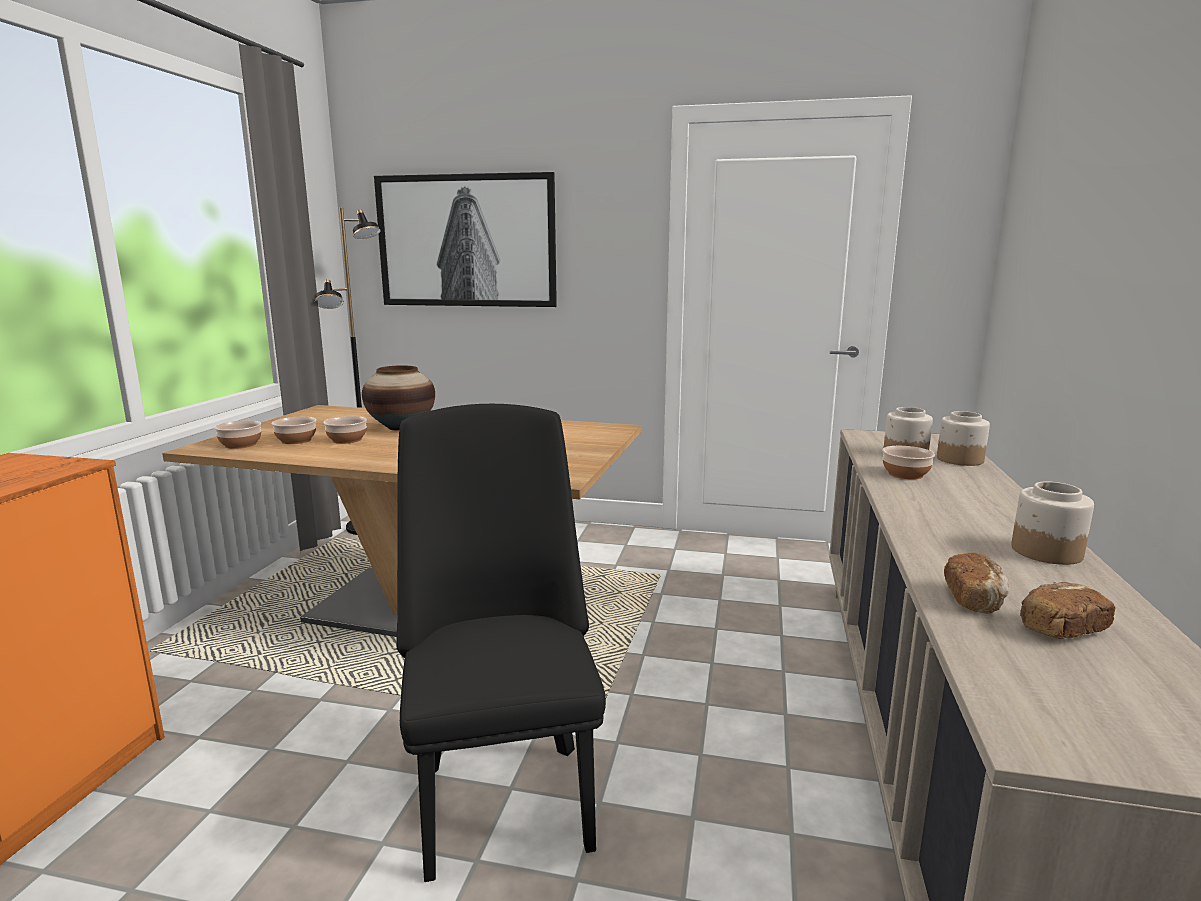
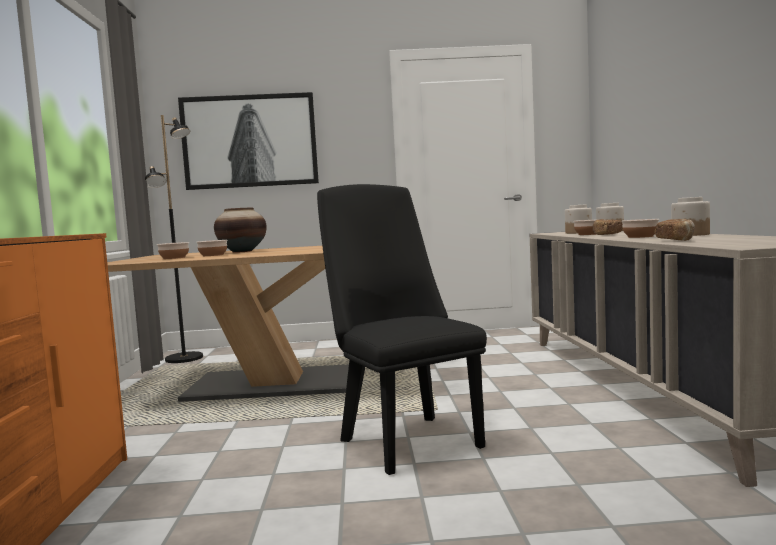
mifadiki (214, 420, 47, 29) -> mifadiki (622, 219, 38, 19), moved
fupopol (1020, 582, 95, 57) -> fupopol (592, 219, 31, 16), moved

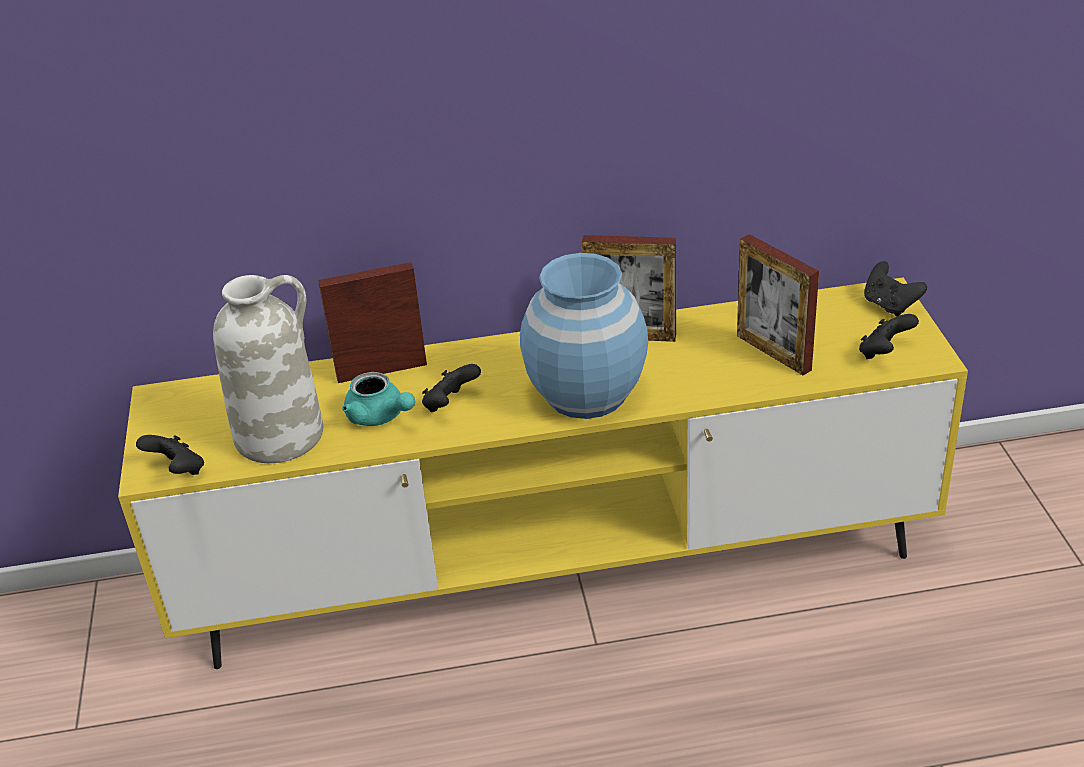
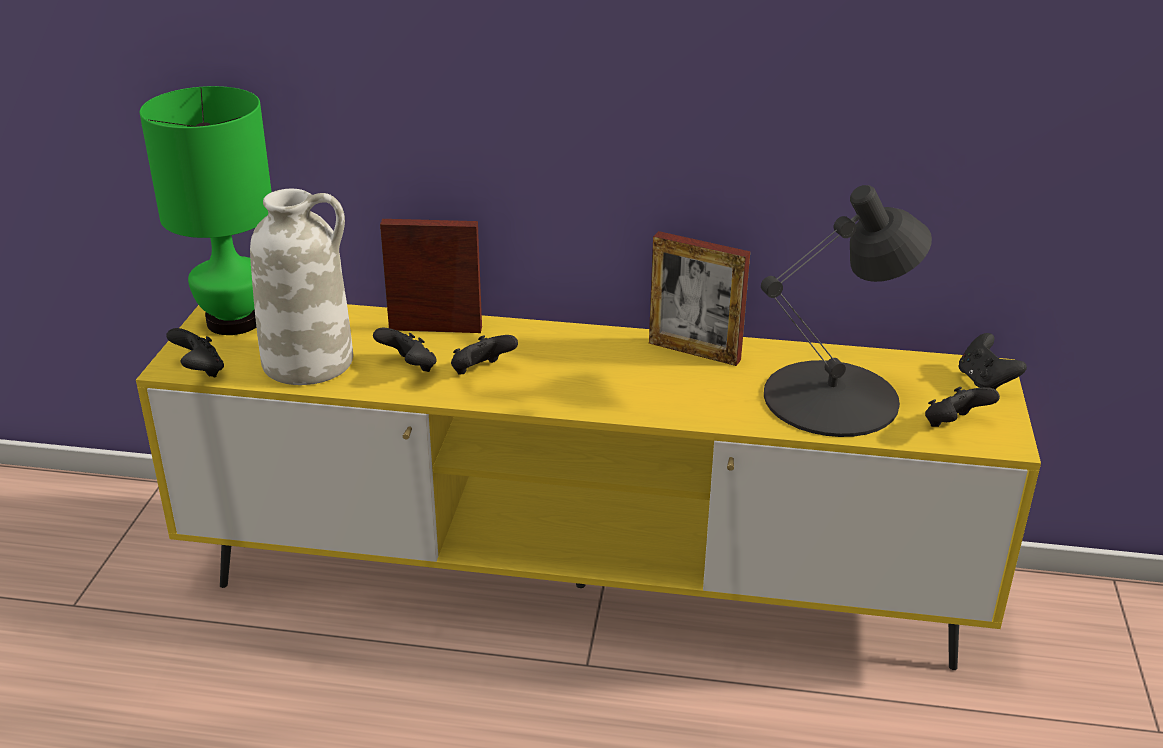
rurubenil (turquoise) (342, 372, 73, 54) -> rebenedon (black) (373, 328, 63, 44)
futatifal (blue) (520, 253, 128, 166) -> none
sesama (737, 234, 82, 141) -> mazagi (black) (761, 185, 171, 252)
none -> mazagi (green) (139, 86, 133, 249)

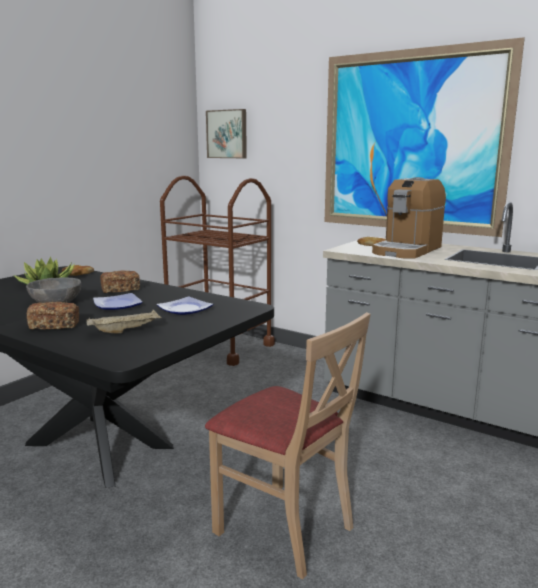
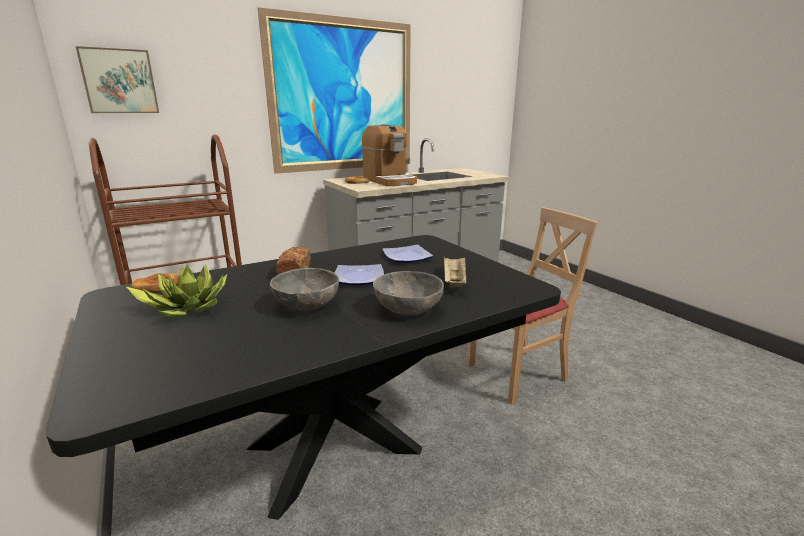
fupopol (27, 302, 52, 28) -> mifadiki (grey) (373, 271, 71, 44)

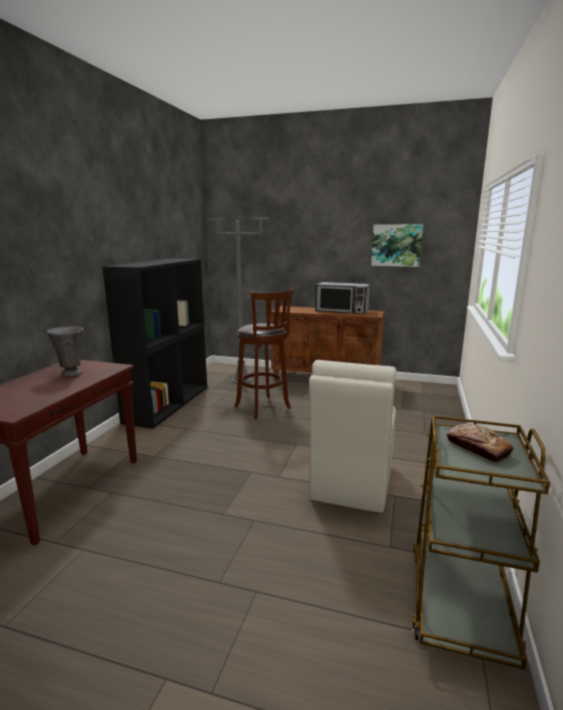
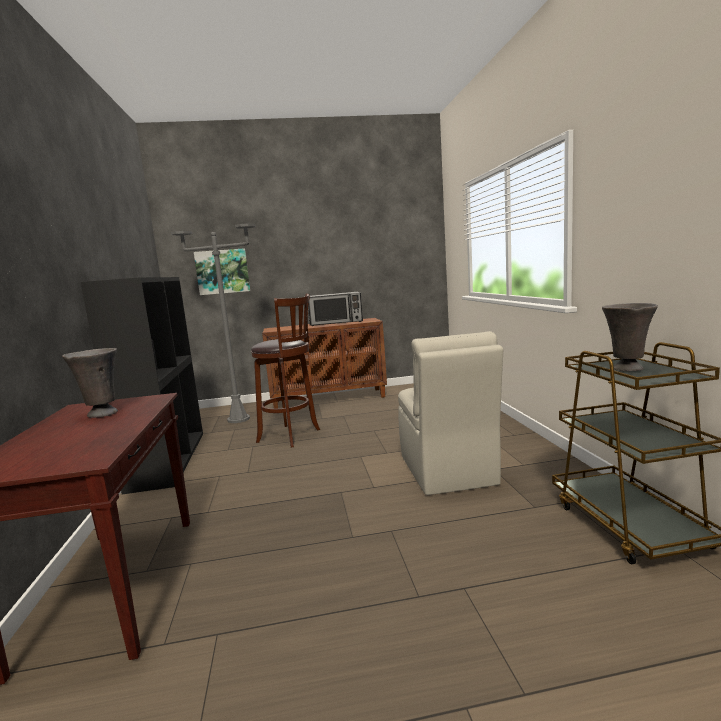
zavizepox (371, 224, 52, 43) -> zavizepox (194, 248, 56, 47), moved
fupopol (447, 424, 67, 38) -> futatifal (grey) (602, 303, 56, 68)

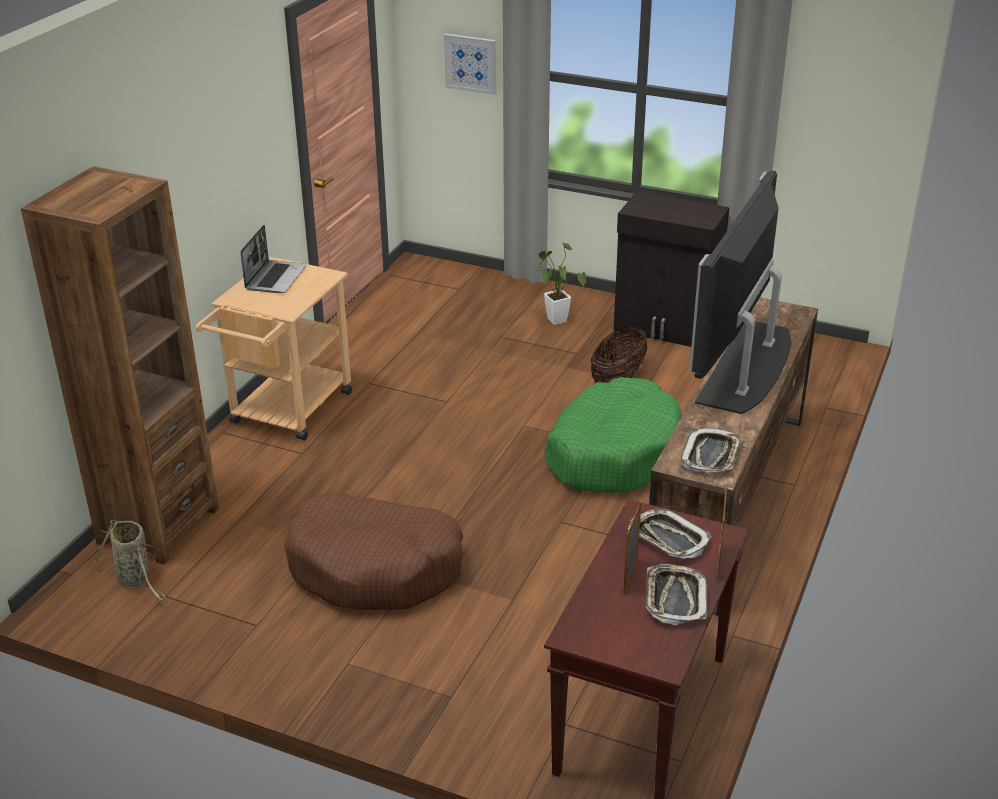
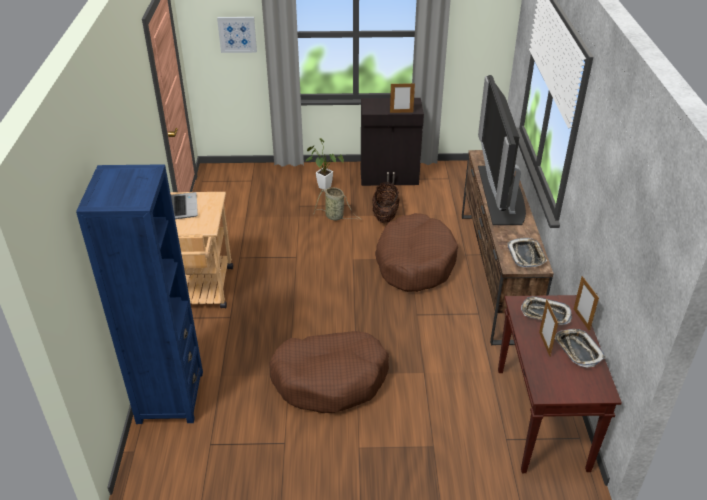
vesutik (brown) (21, 166, 198, 399) -> vesutik (blue) (76, 164, 127, 260)
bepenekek (94, 520, 73, 80) -> bepenekek (314, 188, 48, 32), moved
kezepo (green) (544, 377, 138, 115) -> kezepo (brown) (375, 213, 83, 79)
none -> sesama (390, 82, 25, 31)

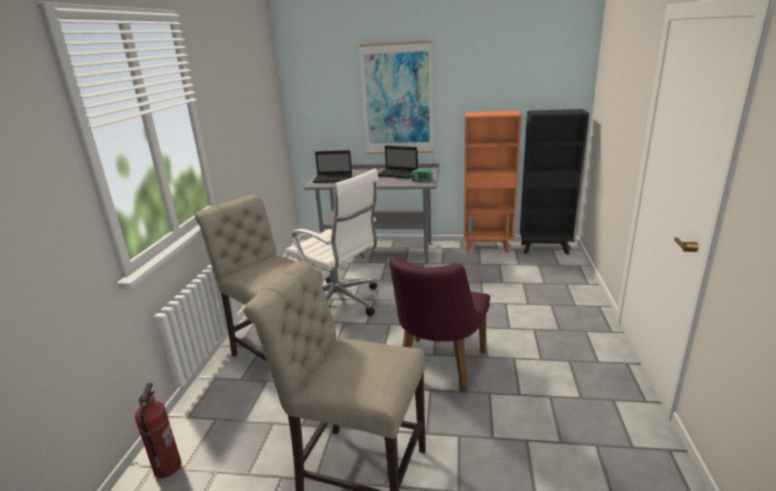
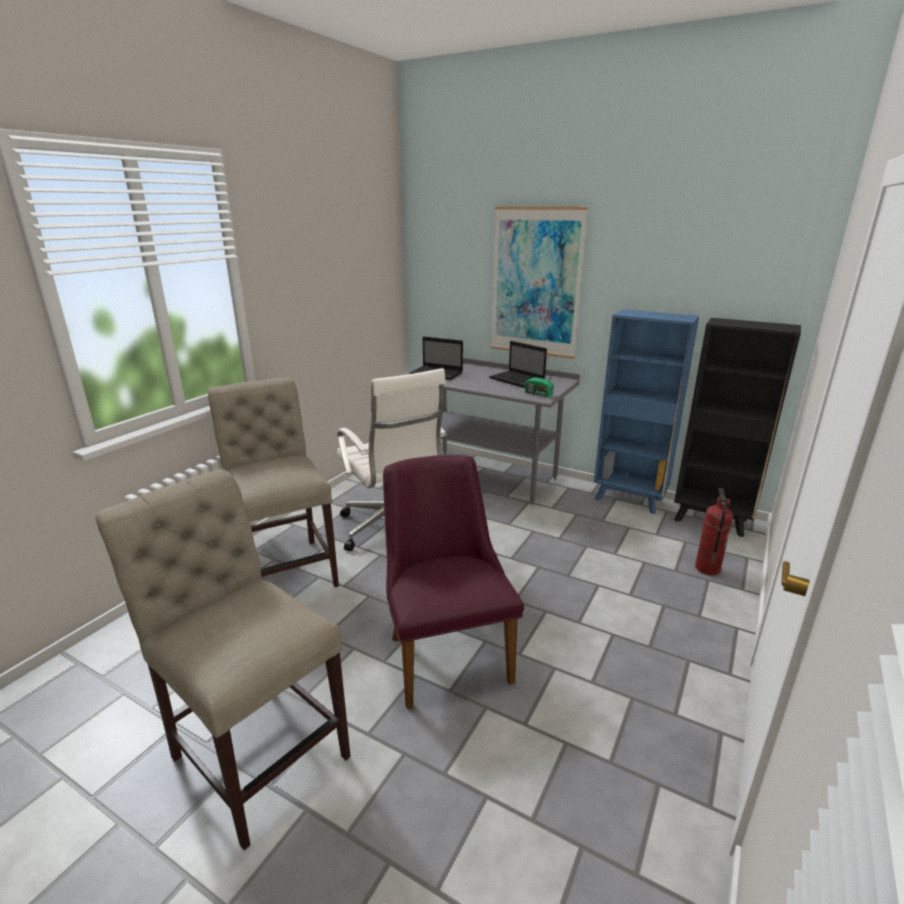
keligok (135, 382, 47, 96) -> keligok (695, 488, 38, 87), moved
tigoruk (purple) (389, 256, 101, 137) -> tigoruk (purple) (383, 455, 141, 254), 120 degrees clockwise
vesutik (orange) (464, 111, 57, 142) -> vesutik (blue) (594, 309, 105, 205)

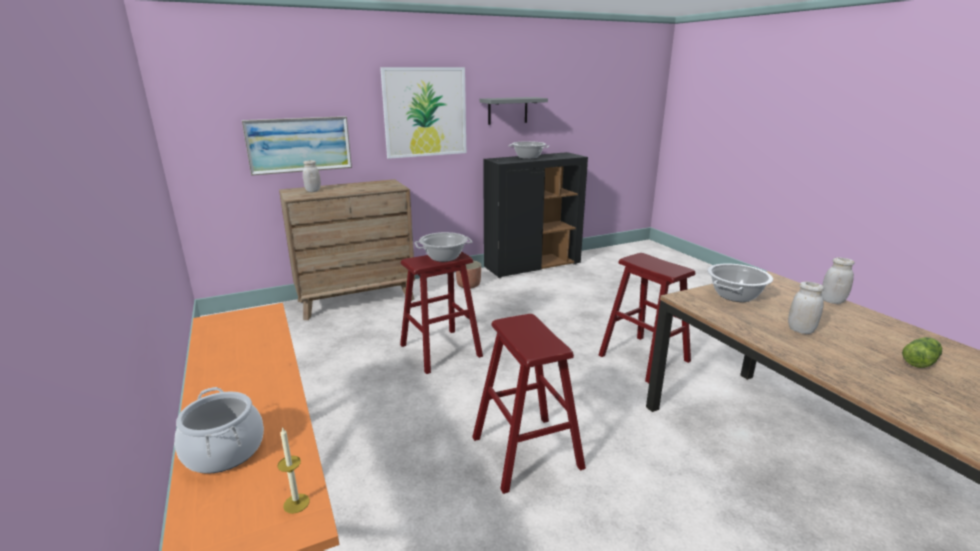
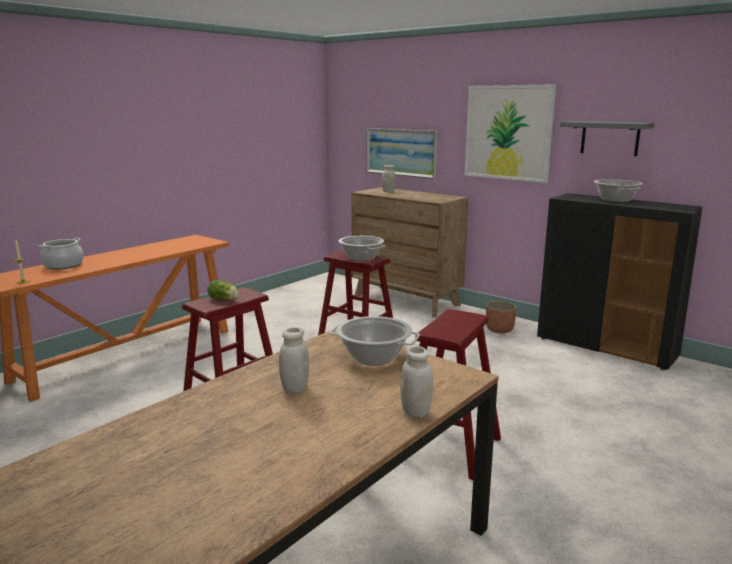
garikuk (902, 337, 40, 31) -> garikuk (207, 280, 32, 20), moved

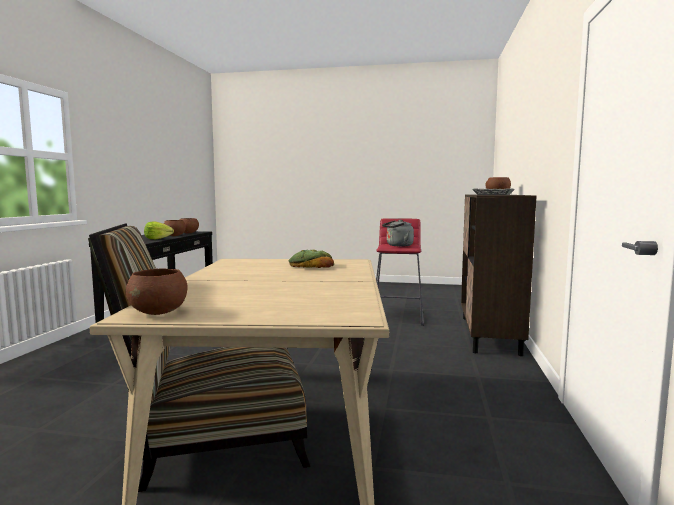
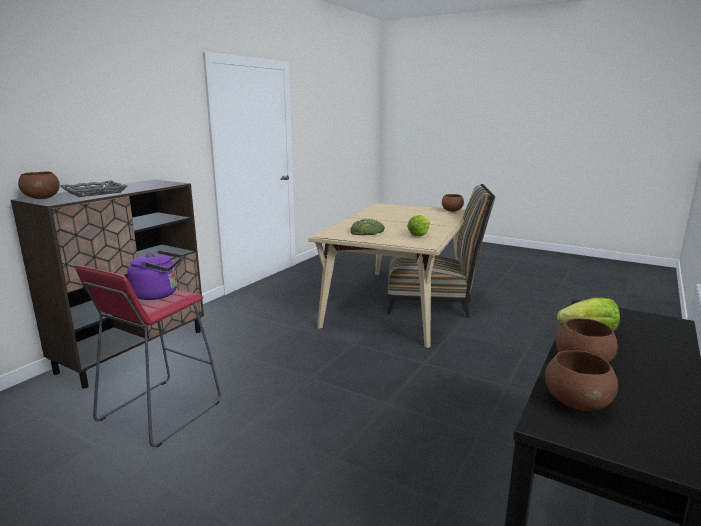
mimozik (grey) (382, 220, 32, 27) -> mimozik (purple) (127, 250, 55, 50)
none -> garikuk (407, 215, 23, 21)

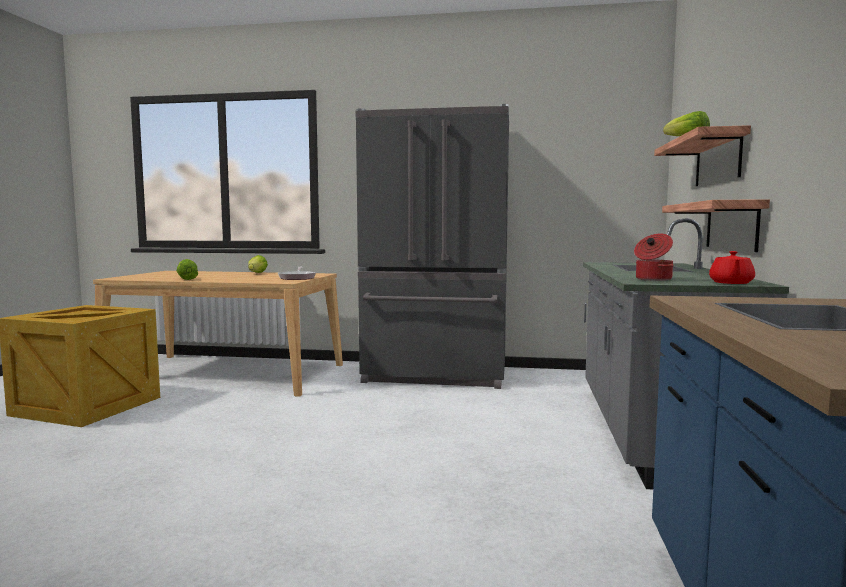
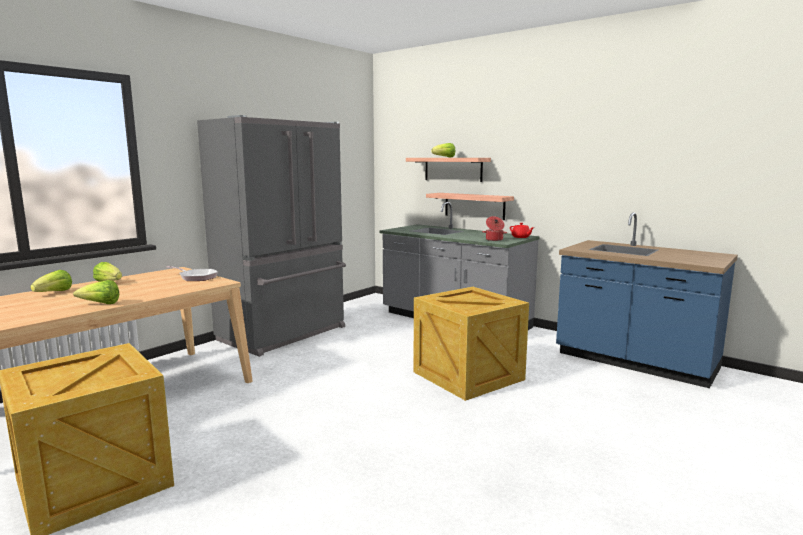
none -> garikuk (30, 270, 42, 22)
none -> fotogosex (413, 287, 116, 114)

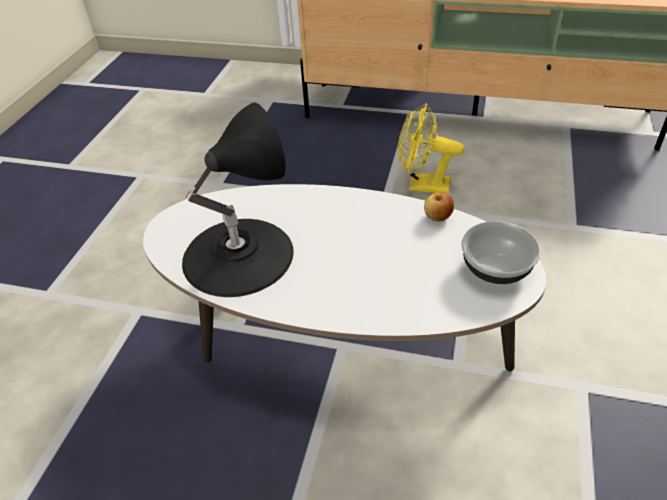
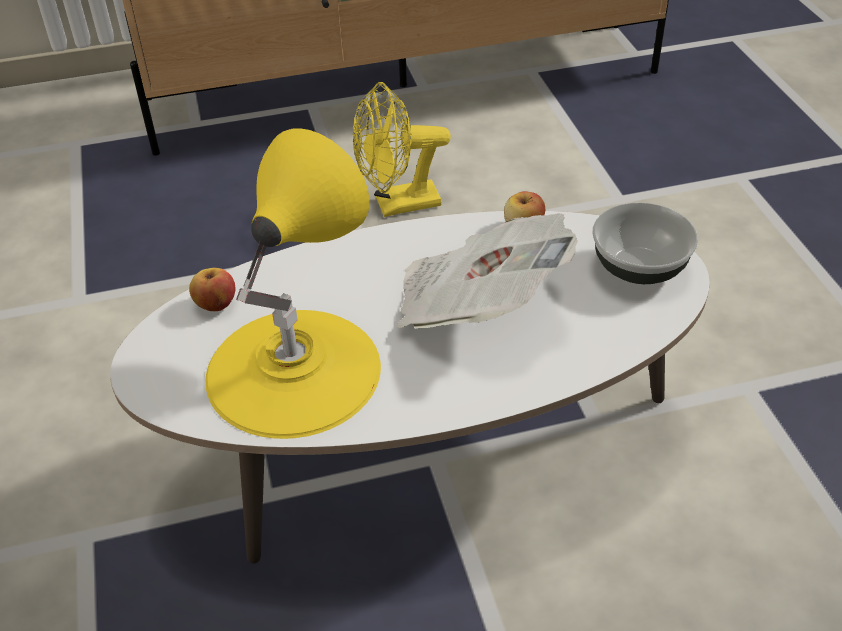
mazagi (black) (182, 102, 112, 195) -> mazagi (yellow) (205, 129, 176, 310)
none -> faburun (189, 268, 46, 43)
none -> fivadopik (398, 213, 179, 116)

